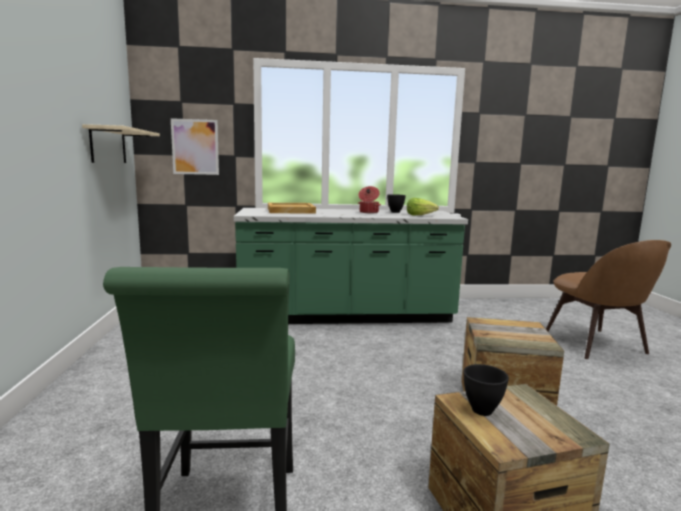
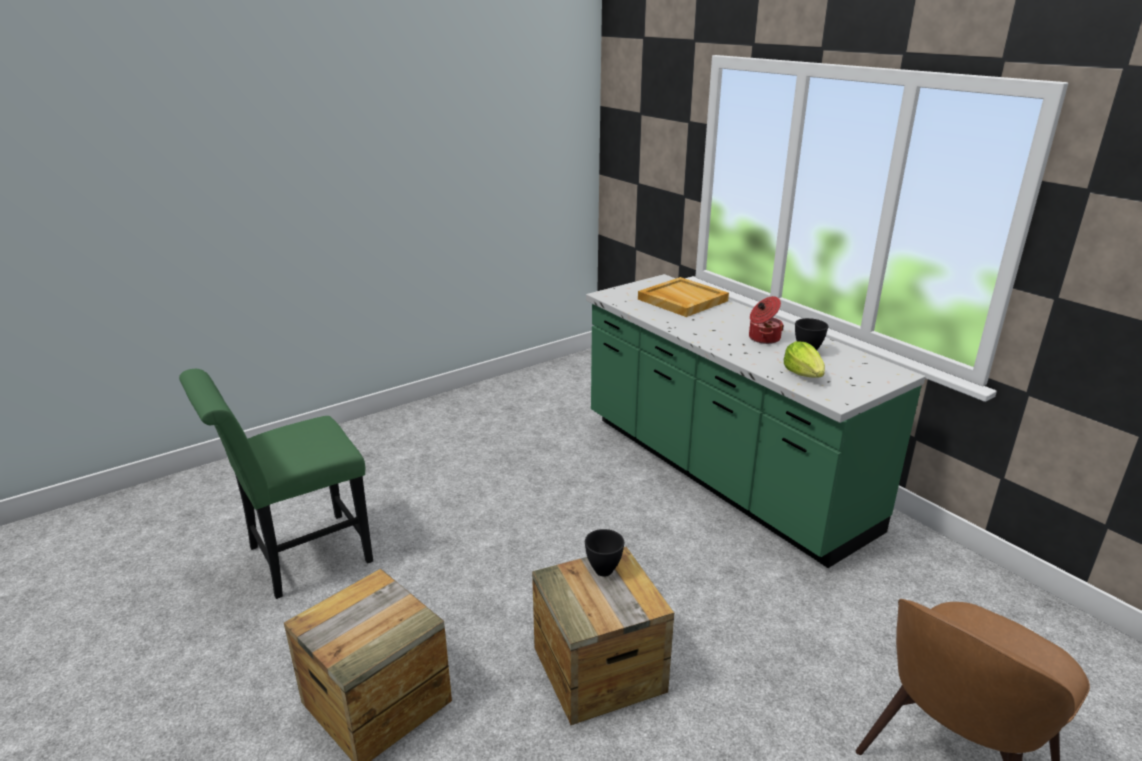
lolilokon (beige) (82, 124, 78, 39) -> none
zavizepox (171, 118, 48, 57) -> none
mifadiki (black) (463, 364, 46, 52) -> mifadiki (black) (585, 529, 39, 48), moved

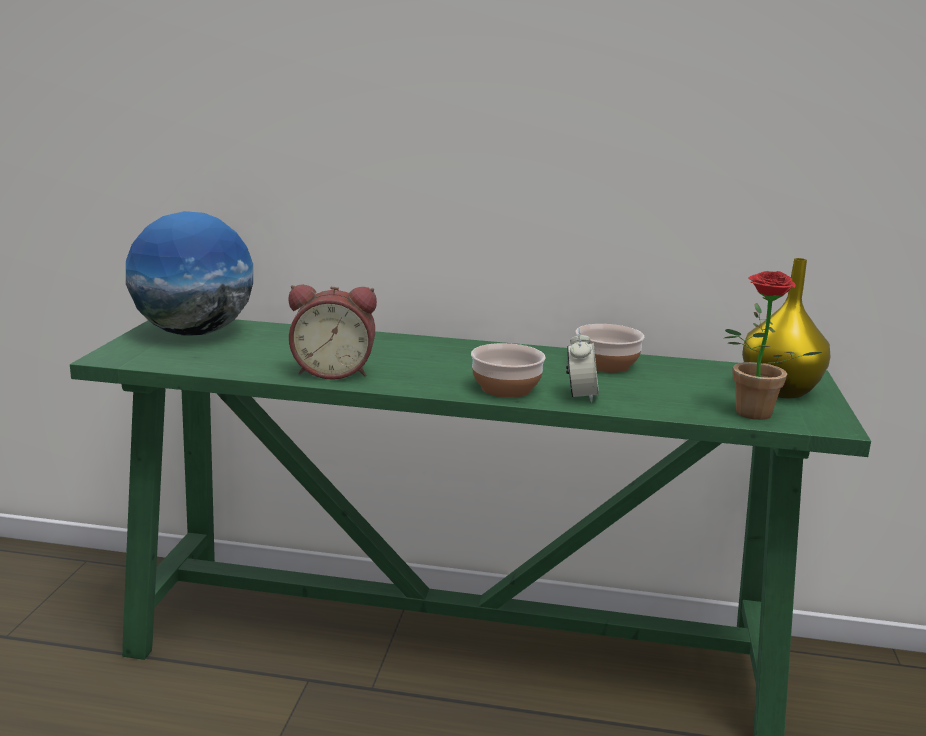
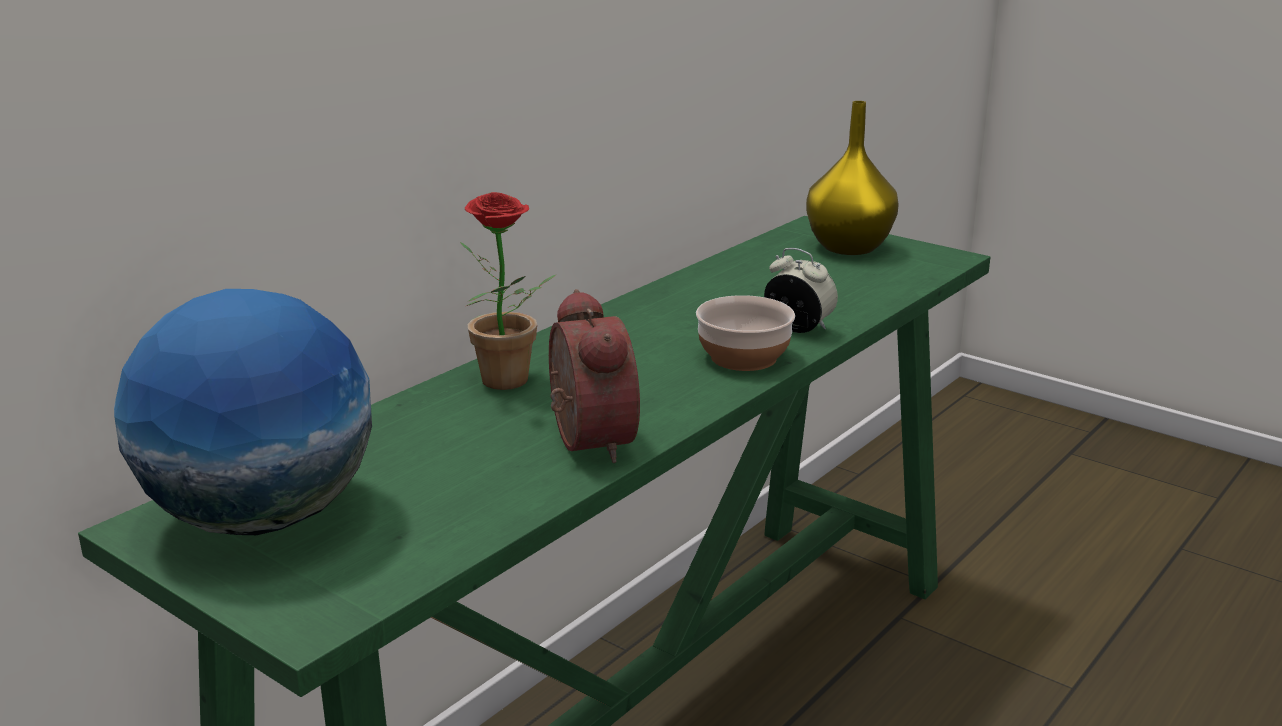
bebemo (289, 285, 88, 94) -> bebemo (549, 289, 91, 174), 45 degrees counterclockwise
mifadiki (575, 324, 69, 49) -> none
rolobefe (724, 271, 98, 149) -> rolobefe (459, 192, 97, 198), moved

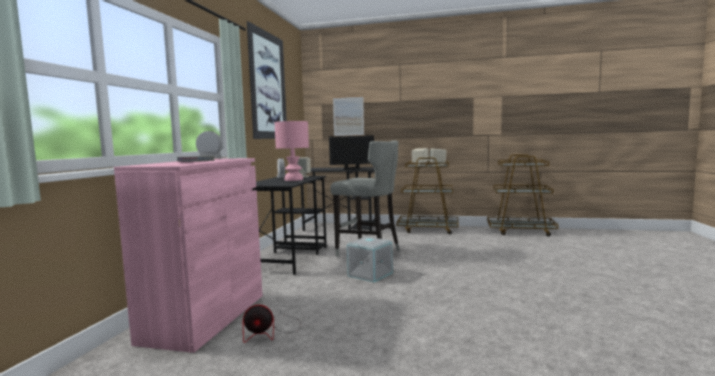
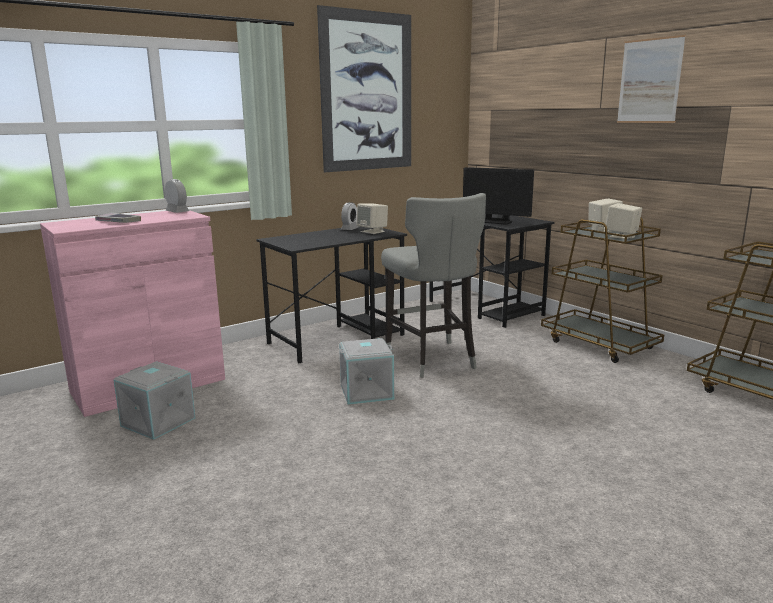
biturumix (243, 305, 58, 38) -> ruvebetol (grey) (113, 361, 82, 79)
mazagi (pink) (275, 121, 34, 60) -> none
zavizepox (333, 96, 31, 40) -> zavizepox (617, 35, 69, 88), moved

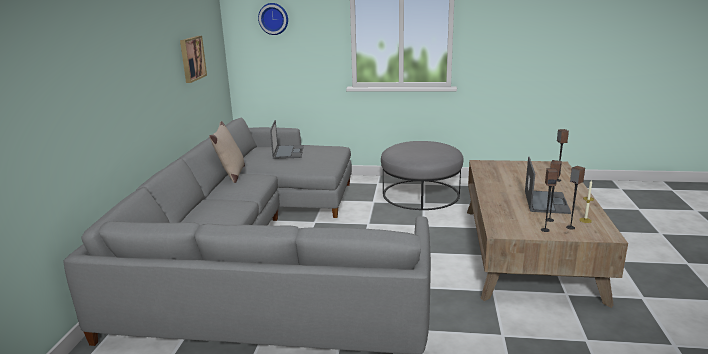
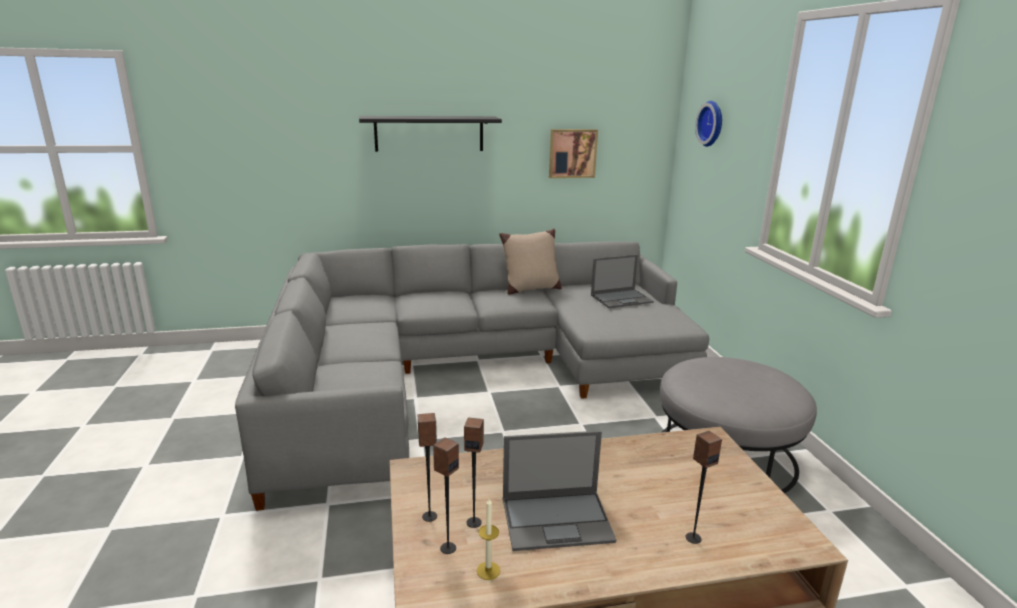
none -> lolilokon (black) (359, 116, 143, 36)

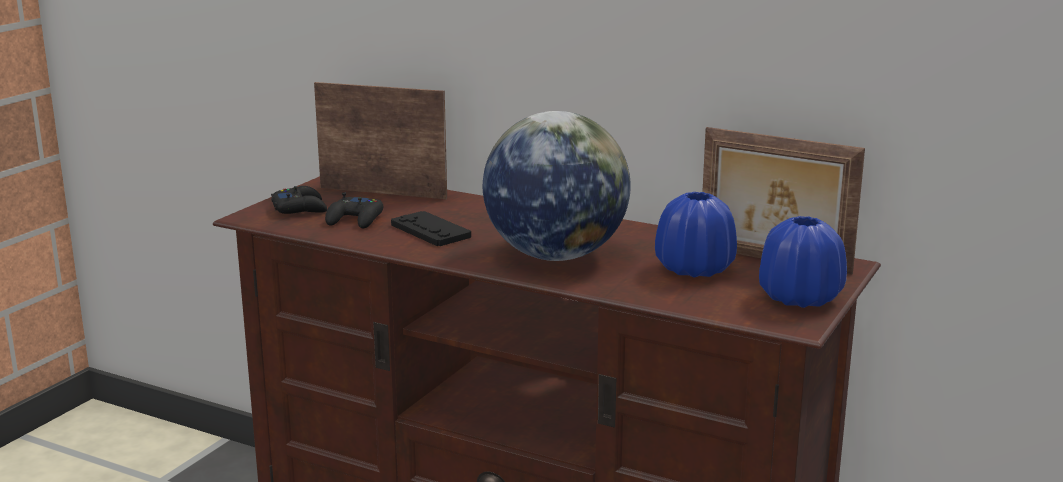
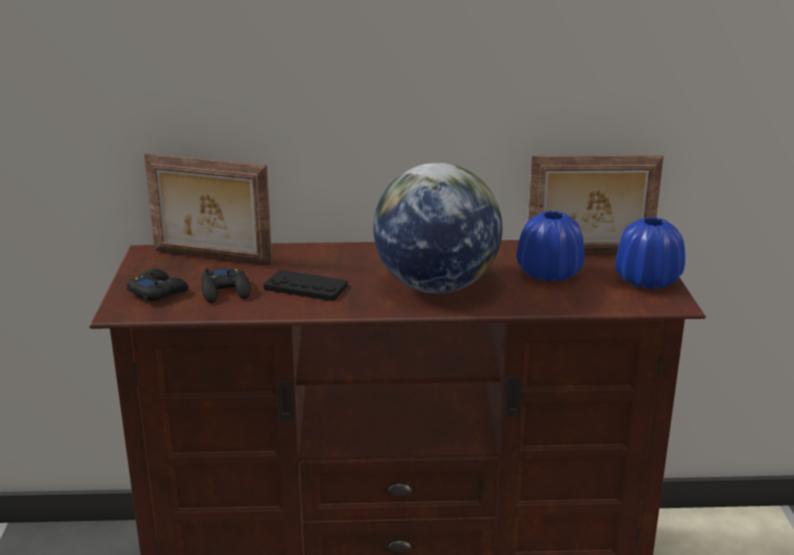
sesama (314, 82, 133, 117) -> sesama (144, 154, 129, 111), 150 degrees counterclockwise

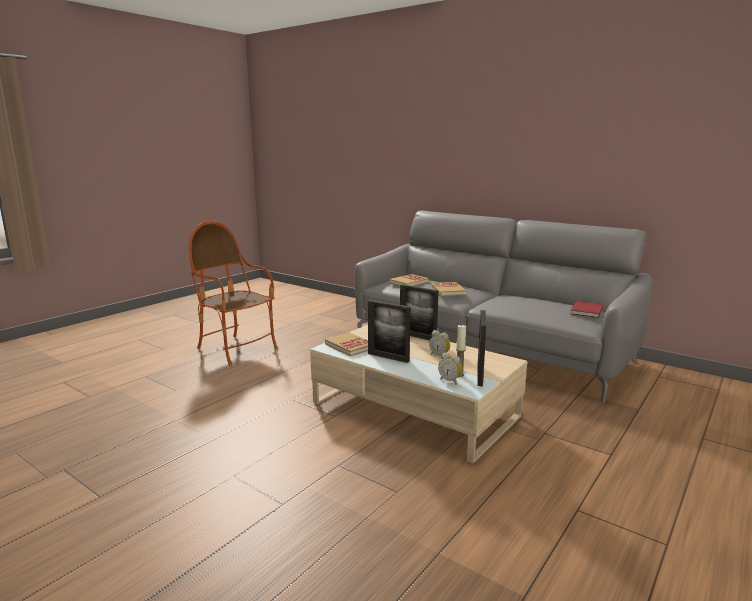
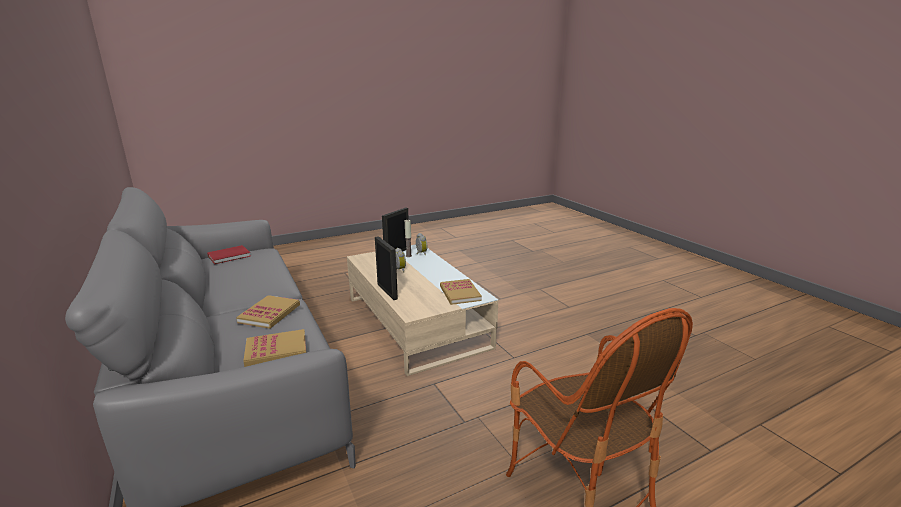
sesama (368, 300, 42, 63) -> none

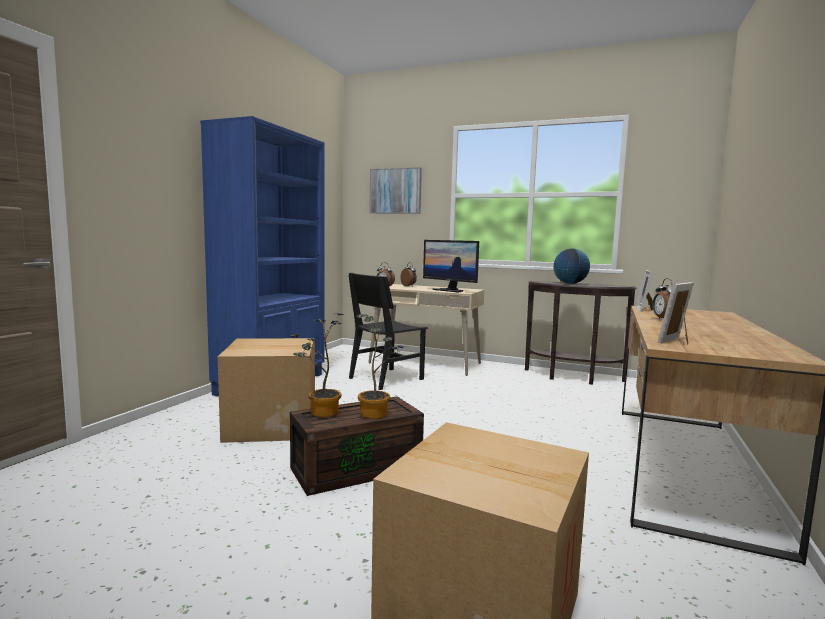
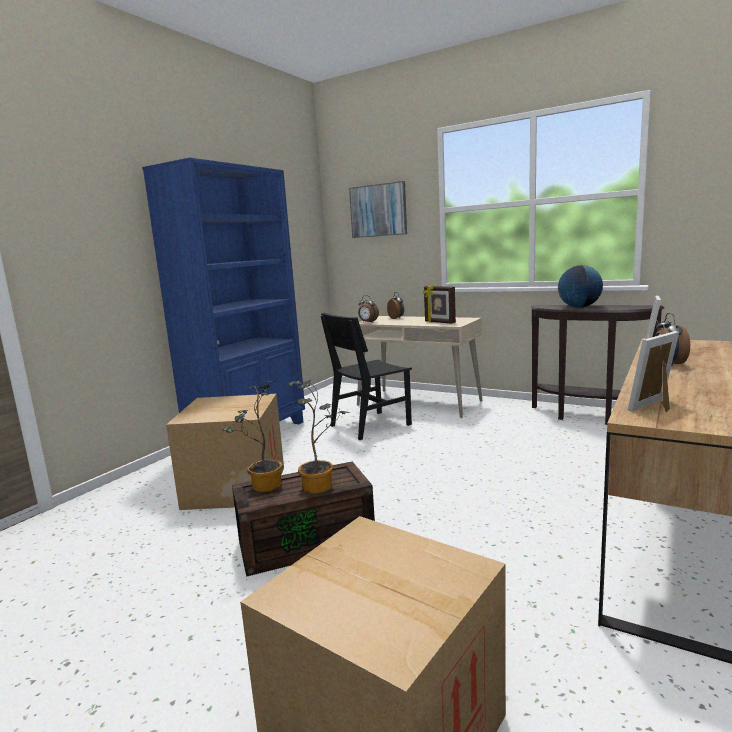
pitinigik (423, 240, 56, 53) -> sesama (423, 285, 33, 39)

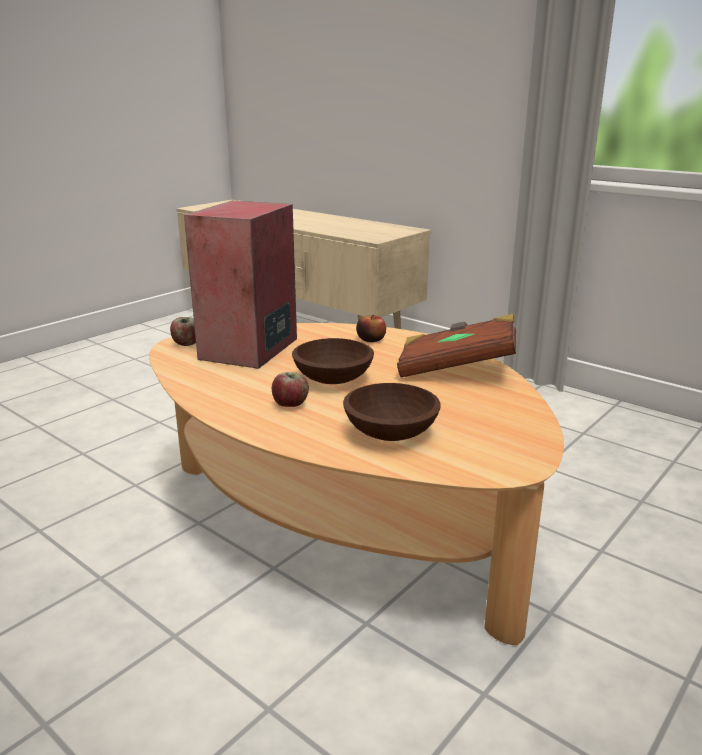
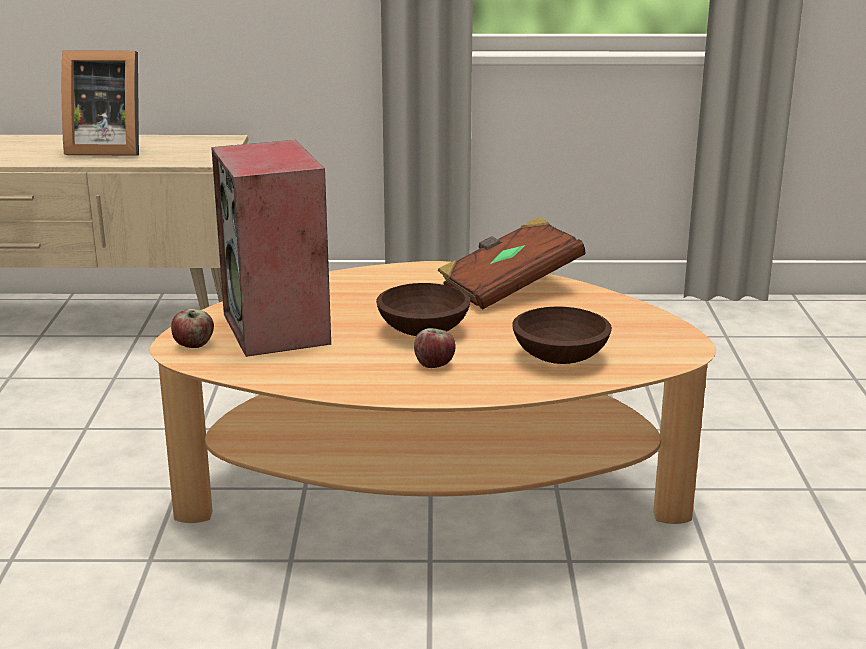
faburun (356, 315, 30, 27) -> none
none -> sesama (62, 50, 77, 106)

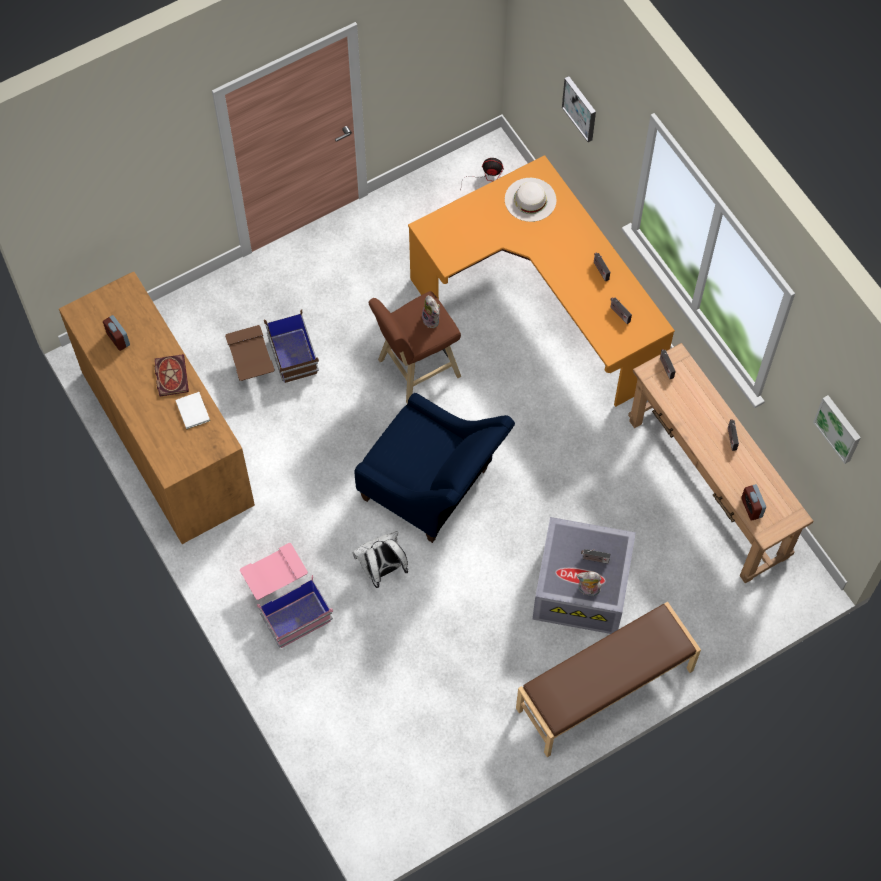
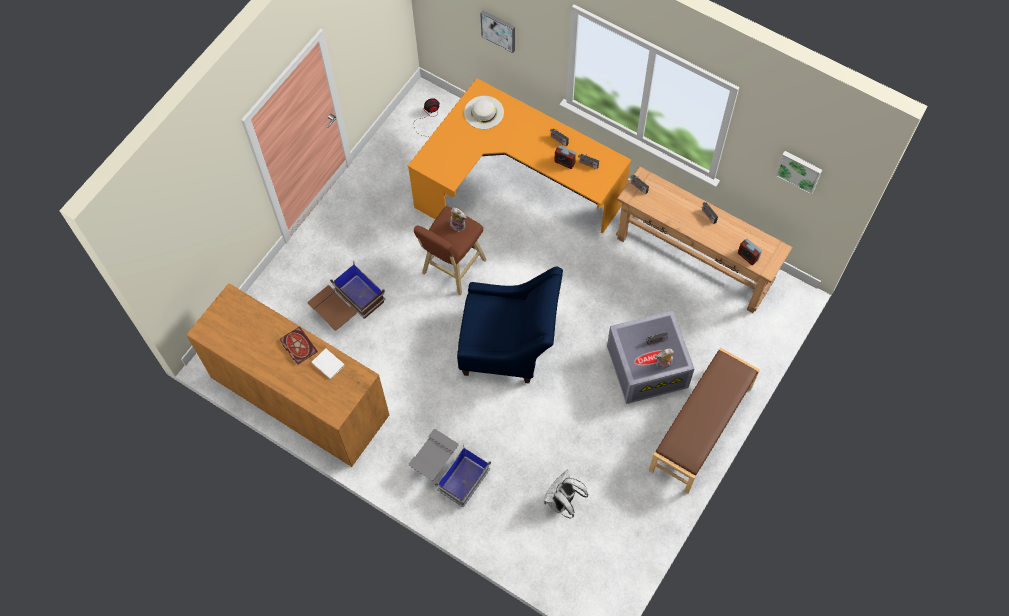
bebemo (103, 315, 27, 36) -> bebemo (554, 145, 22, 24), moved
ruvebetol (pink) (240, 543, 93, 105) -> ruvebetol (grey) (409, 429, 82, 78)
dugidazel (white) (353, 531, 55, 57) -> dugidazel (white) (544, 469, 44, 49), moved

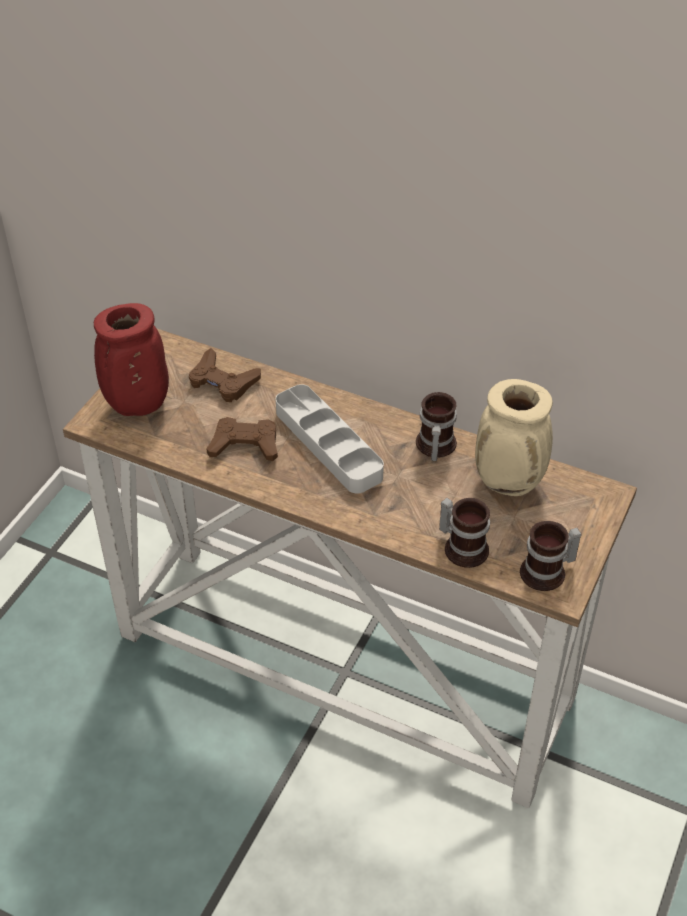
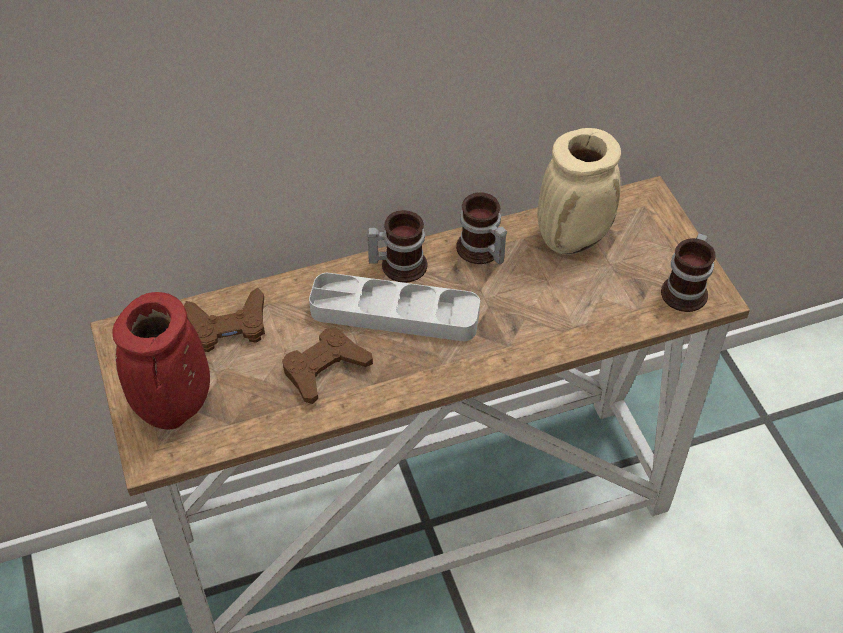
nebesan (439, 498, 51, 70) -> nebesan (367, 210, 60, 73), moved

